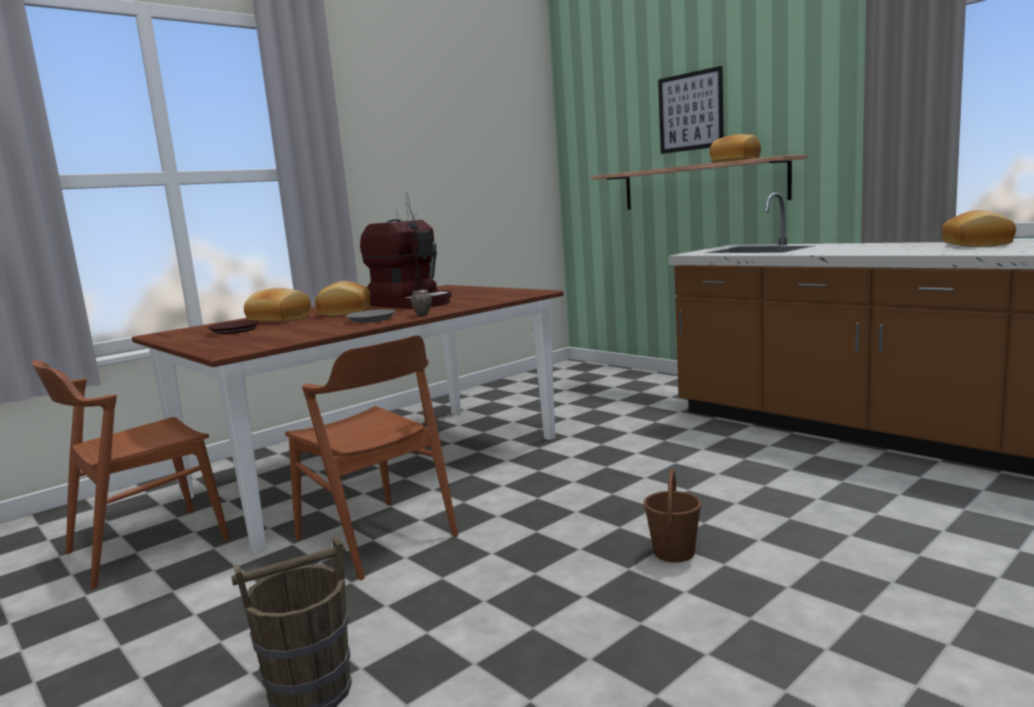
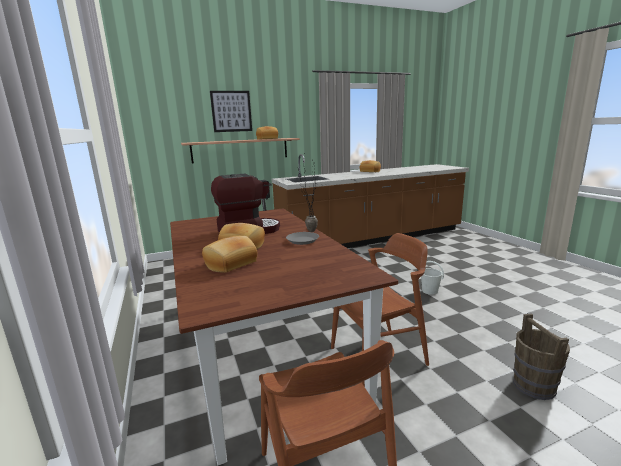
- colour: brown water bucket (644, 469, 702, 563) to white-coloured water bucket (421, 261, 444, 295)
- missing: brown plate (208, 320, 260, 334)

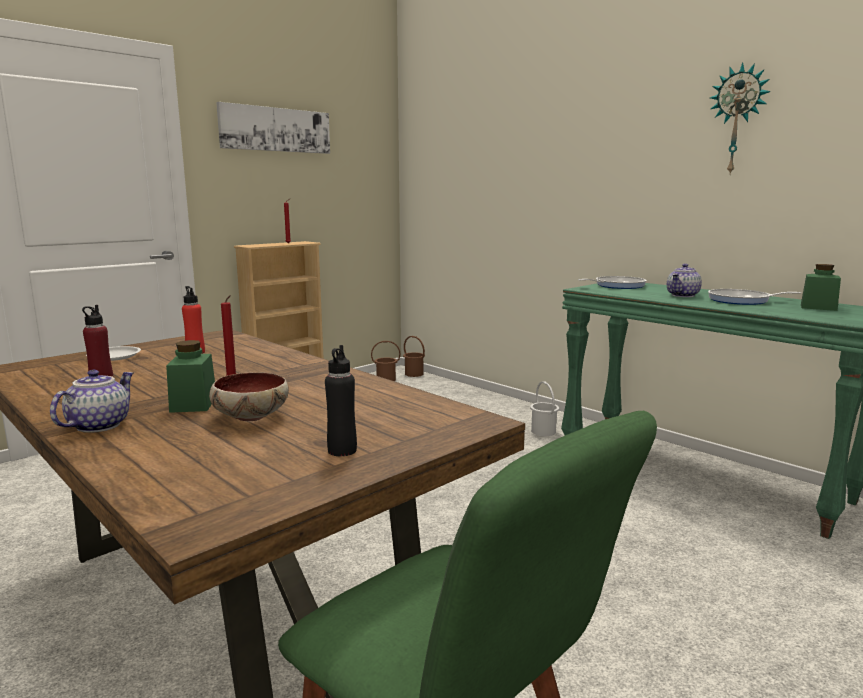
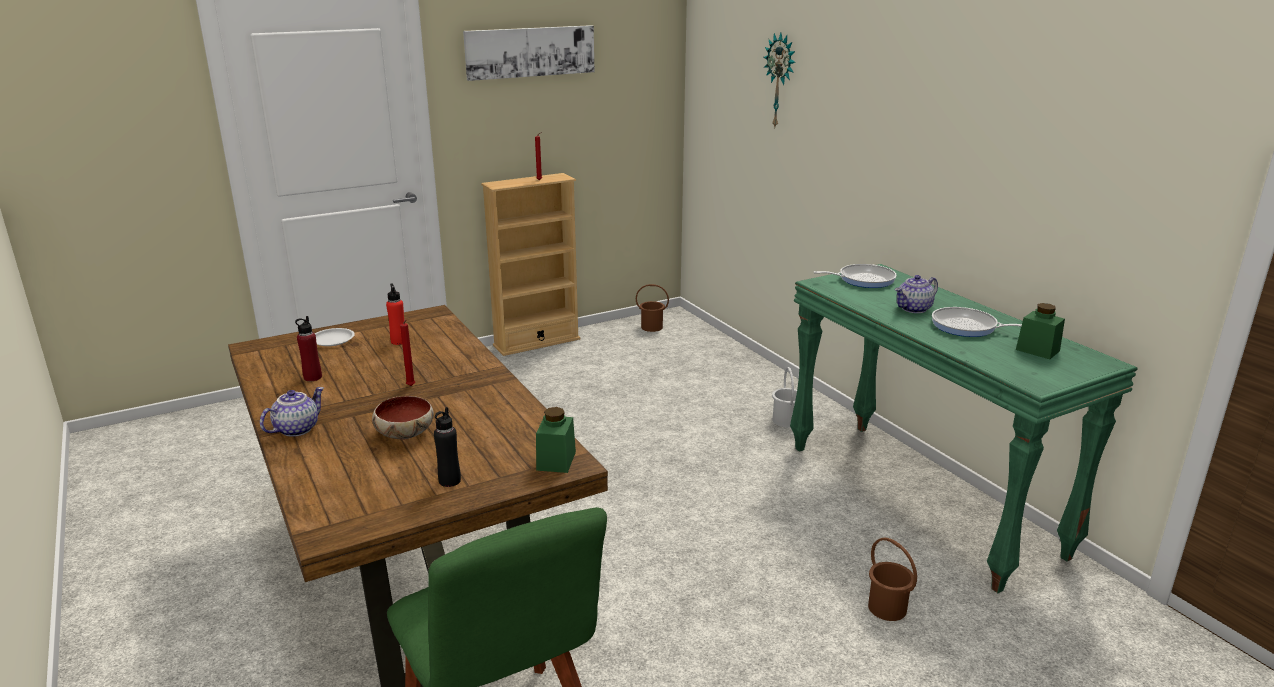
- relocated: green-coloured storage jar (166, 340, 215, 413) to (536, 407, 576, 473)
- relocated: clock on the wall (710, 63, 771, 174) to (764, 33, 796, 127)
- relocated: brown water bucket (403, 336, 425, 377) to (868, 538, 917, 621)

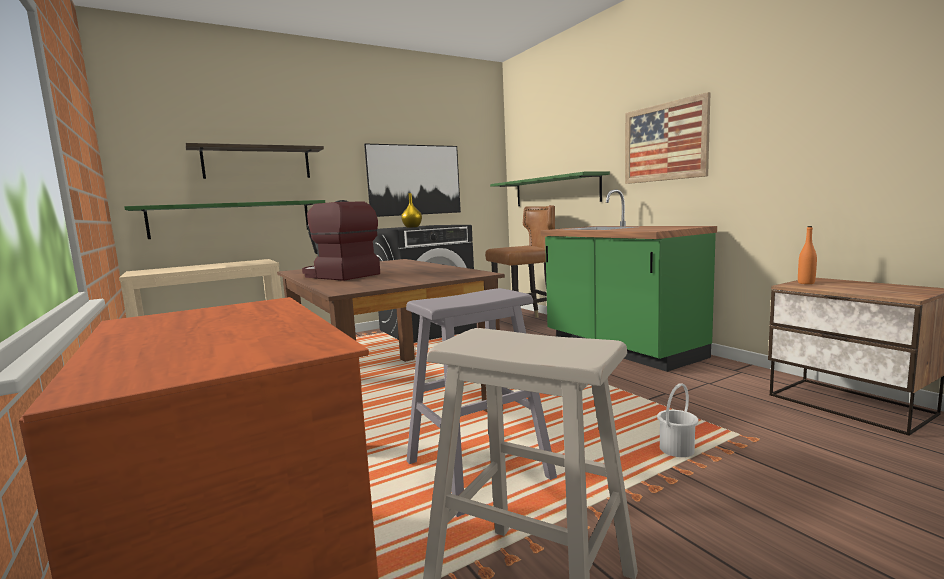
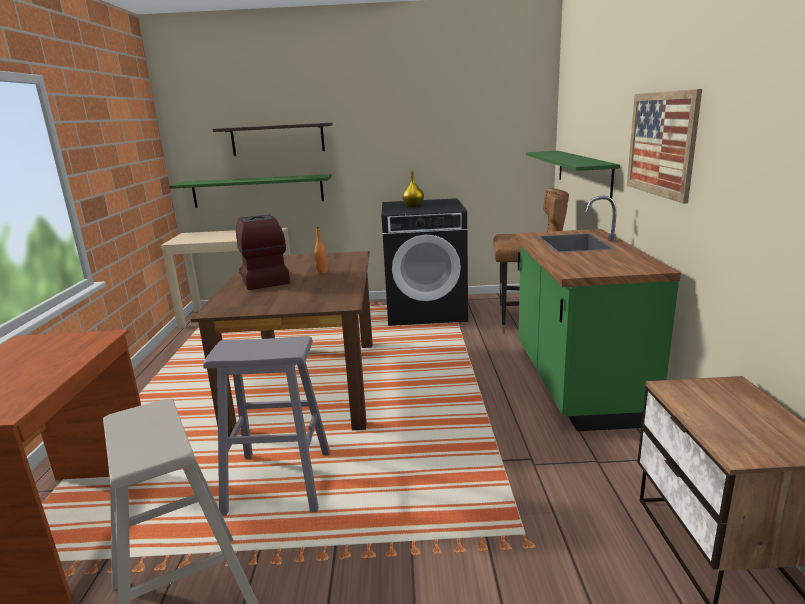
- relocated: orange beverage bottle (798, 226, 817, 284) to (314, 227, 328, 274)
- missing: wall art (364, 144, 461, 217)
- missing: white-coloured water bucket (657, 384, 698, 457)

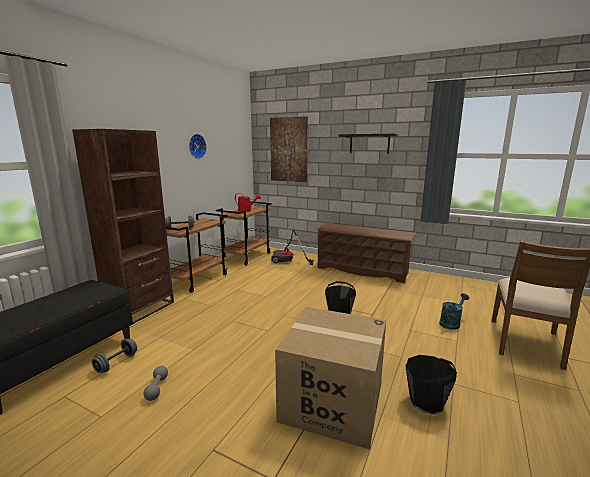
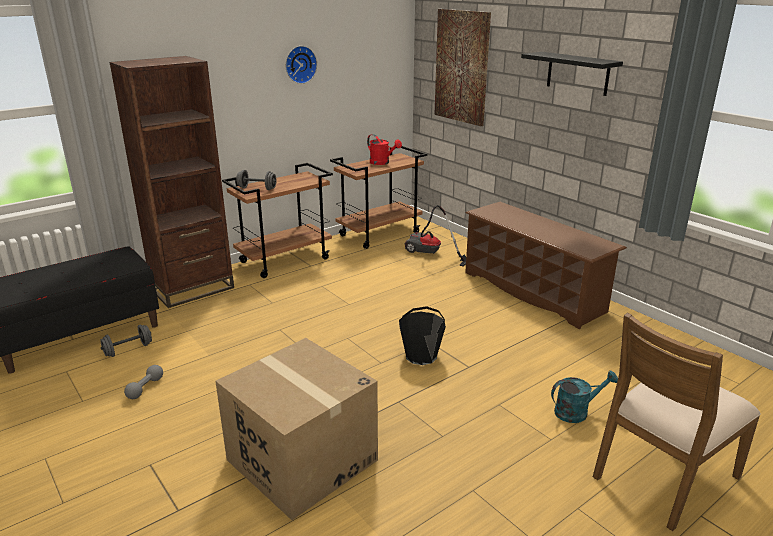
- missing: blackish water bucket (405, 355, 457, 415)

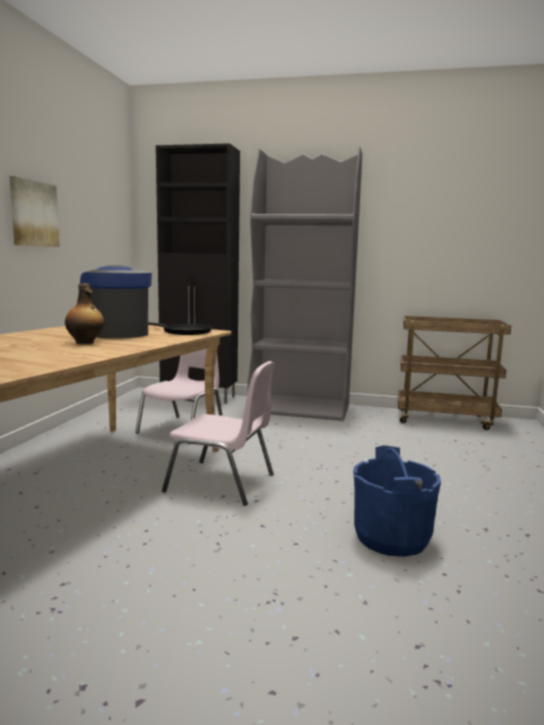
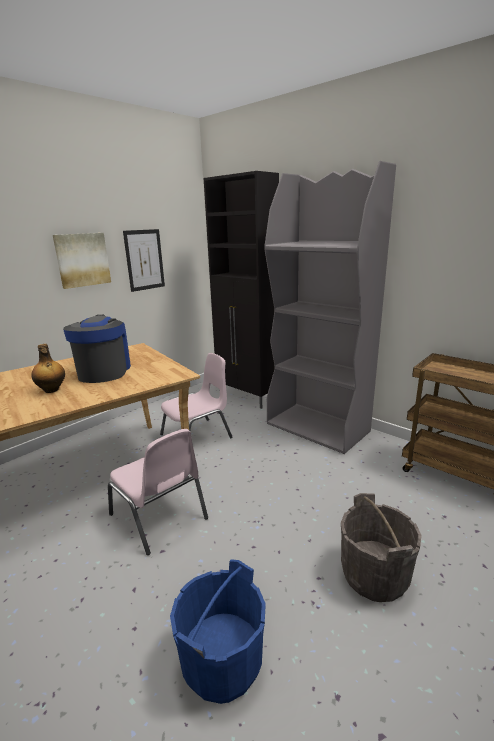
- appeared: wall art (123, 229, 165, 292)
- appeared: gray water bucket (341, 493, 422, 602)
- missing: blackish pan (148, 322, 212, 335)

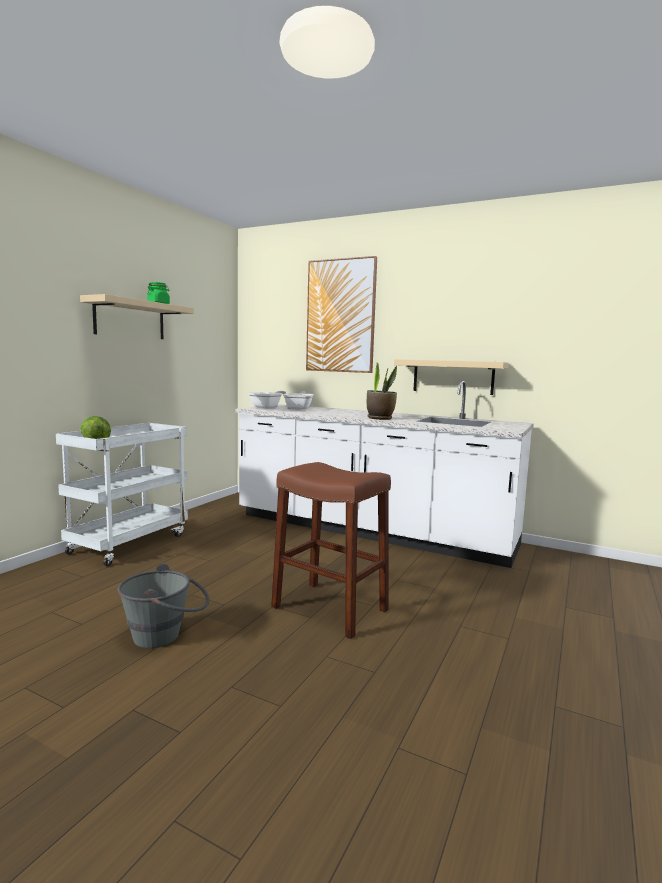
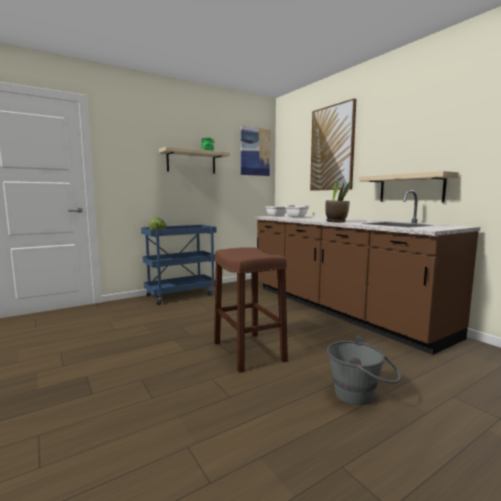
- colour: white-coloured wheeled cart (56, 423, 188, 566) to bluish wheeled cart (141, 225, 217, 305)
- appeared: wall art (241, 126, 271, 176)
- colour: white-coloured kitchen counter (235, 380, 534, 568) to brown kitchen counter (254, 190, 480, 355)
- relocated: gray water bucket (118, 563, 209, 648) to (327, 336, 401, 405)

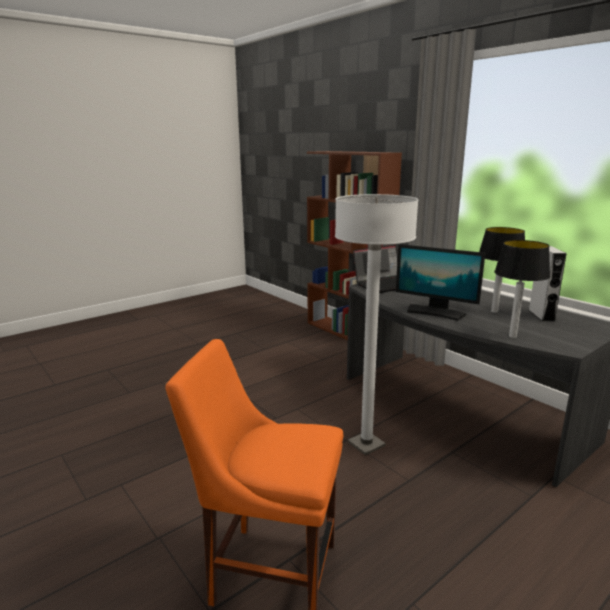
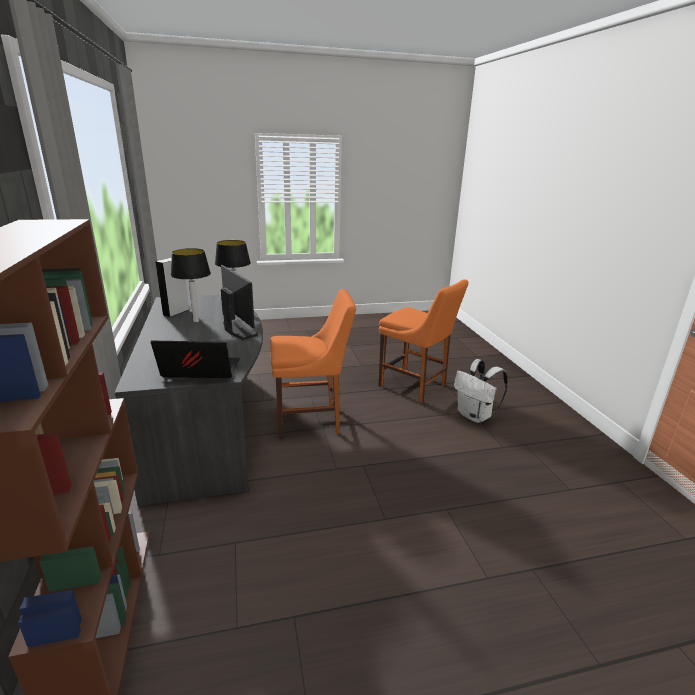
- exchanged: white-coloured standing lamp (335, 194, 419, 455) to orange chair (270, 289, 356, 439)
- appeared: white-coloured knapsack (454, 359, 508, 423)

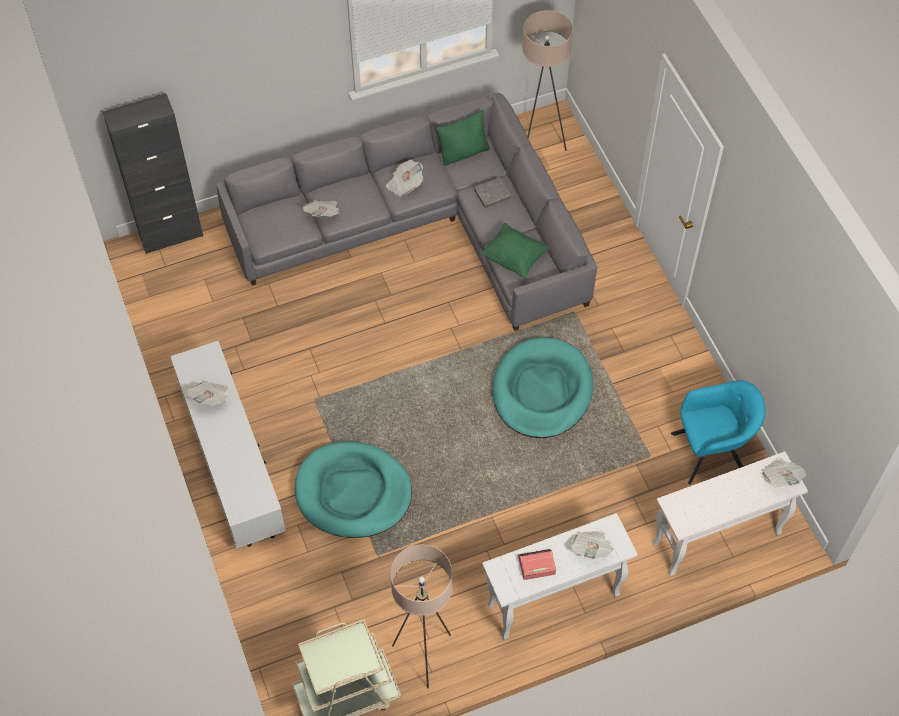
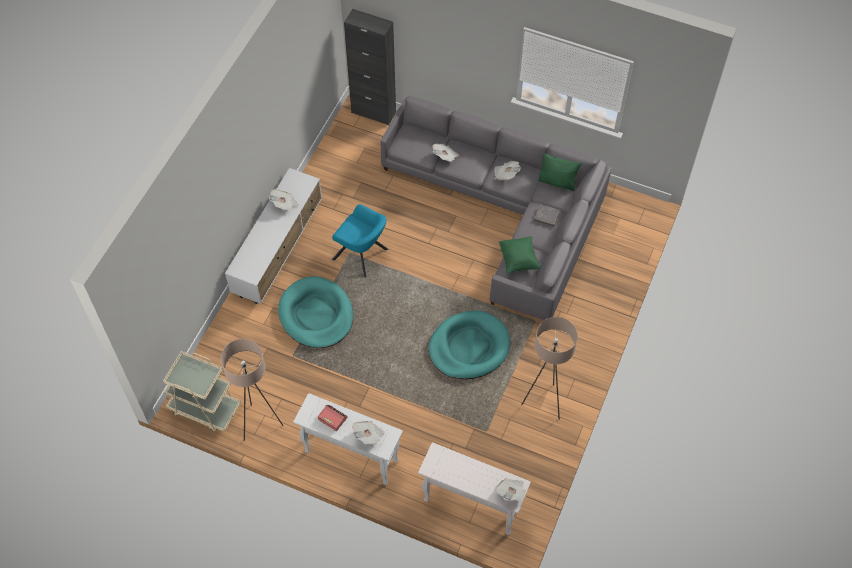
- relocated: turquoise-coloured easy chair (671, 380, 765, 484) to (332, 204, 388, 278)
- relocated: beige standing lamp (522, 10, 573, 151) to (521, 317, 578, 420)

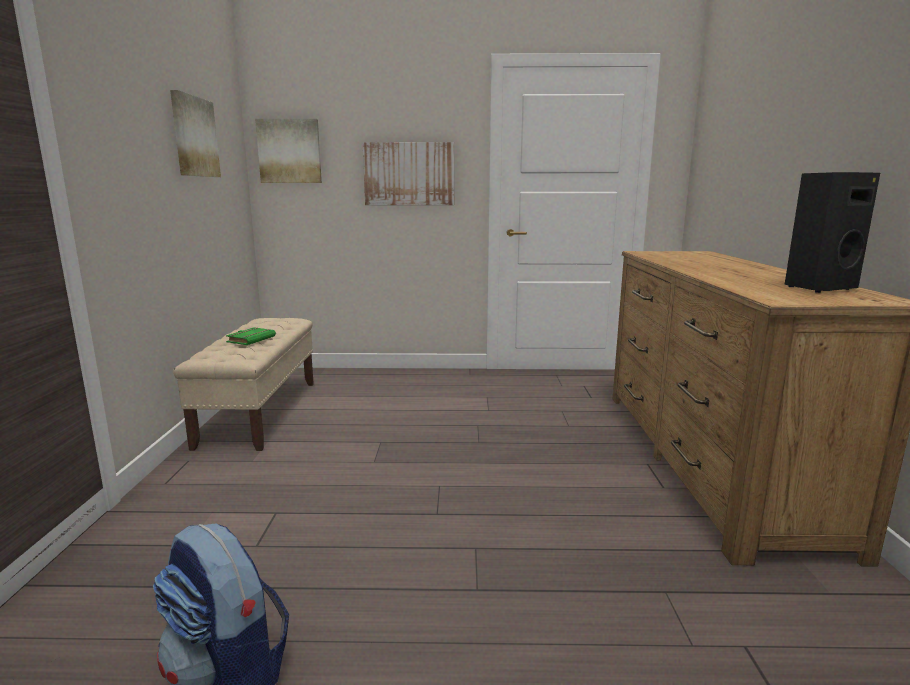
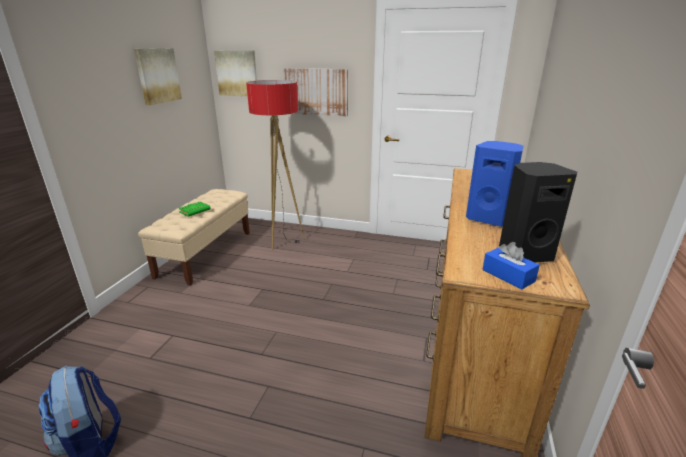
- appeared: standing lamp (246, 80, 305, 250)
- appeared: bluish speaker (466, 141, 523, 227)
- appeared: bluish box of tissues (483, 242, 540, 290)

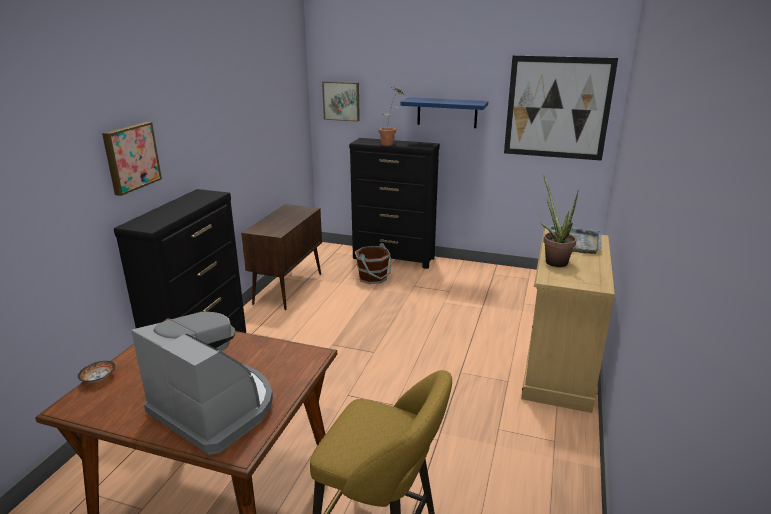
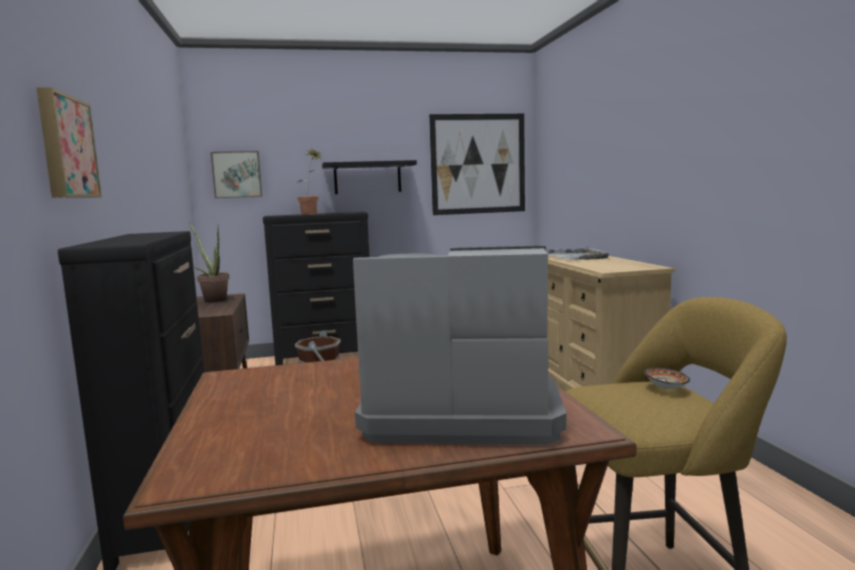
- relocated: plant in a pot (540, 175, 579, 267) to (189, 223, 229, 302)
- colour: bluish wall shelf (401, 97, 488, 128) to blackish wall shelf (322, 160, 417, 194)
- relocated: serving bowl (78, 361, 115, 383) to (644, 367, 690, 390)

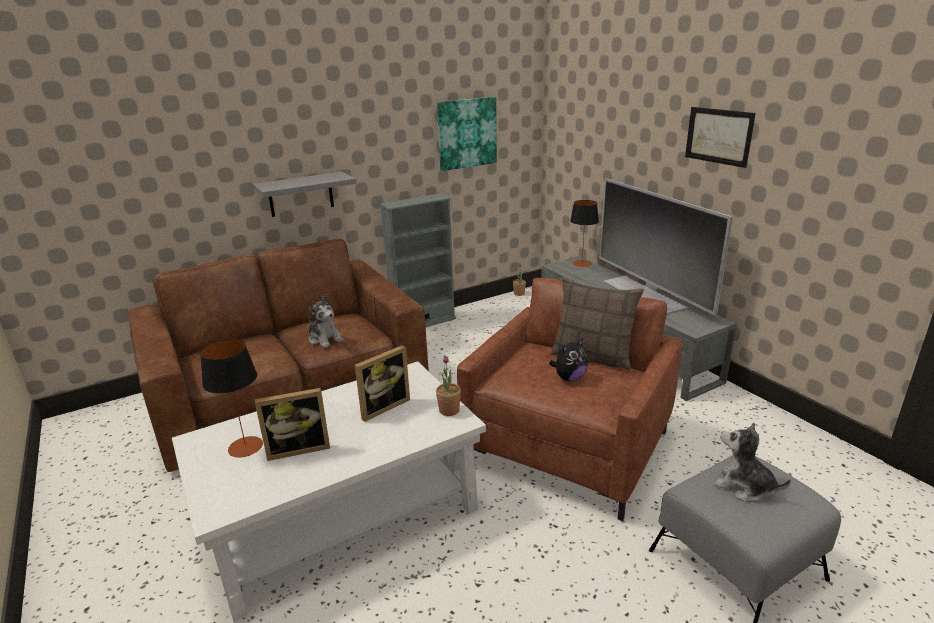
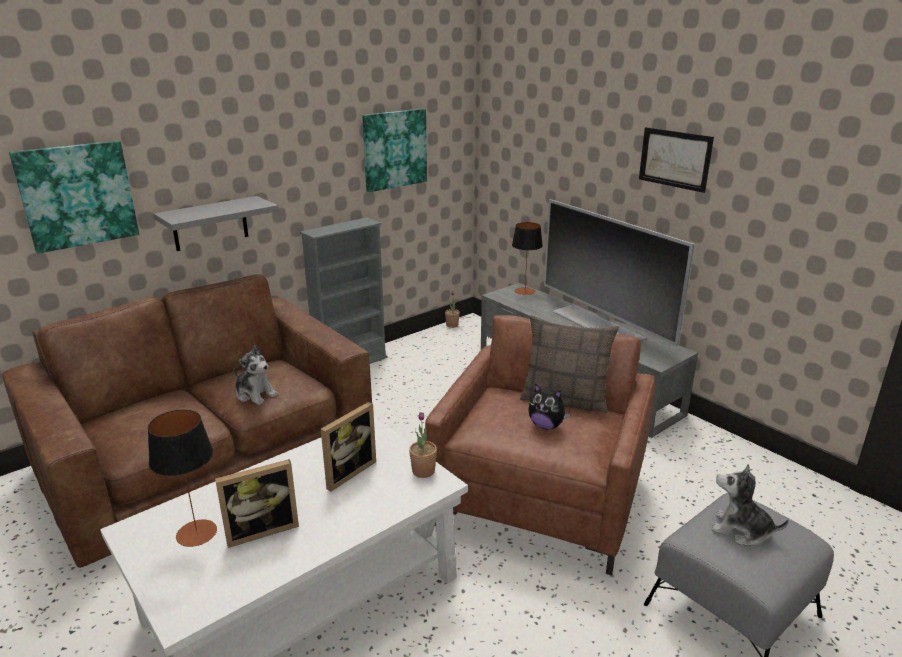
- appeared: wall art (9, 141, 139, 254)
- spun: cuddly toy (549, 338, 588, 381) = (528, 384, 571, 429) 75 degrees clockwise

